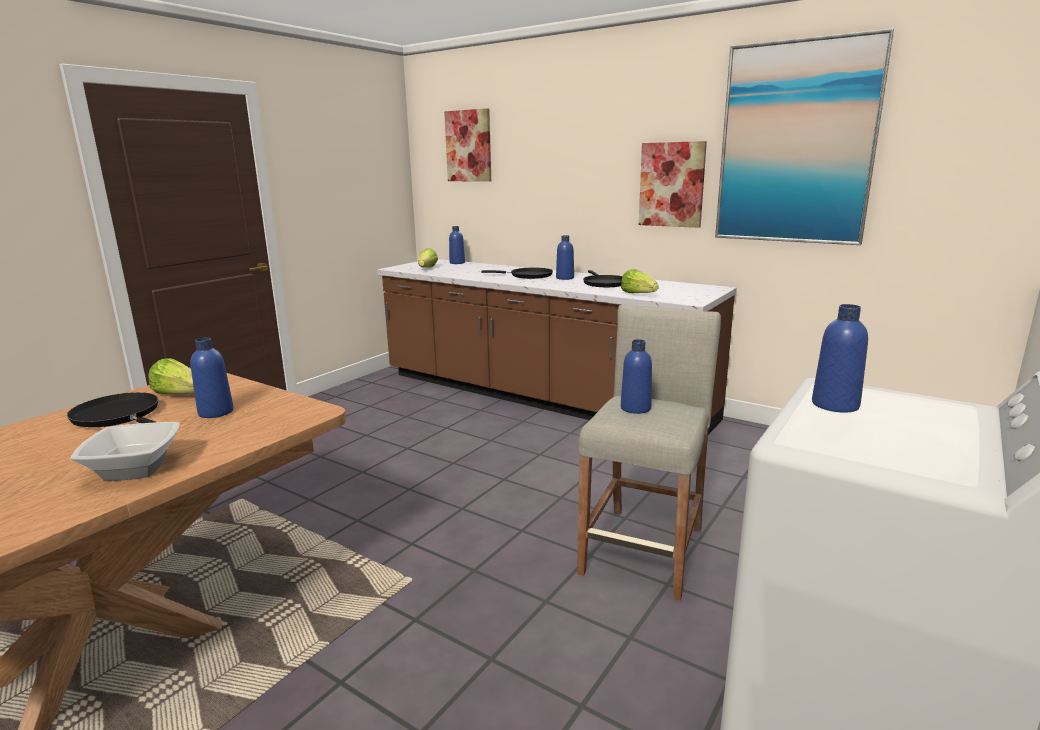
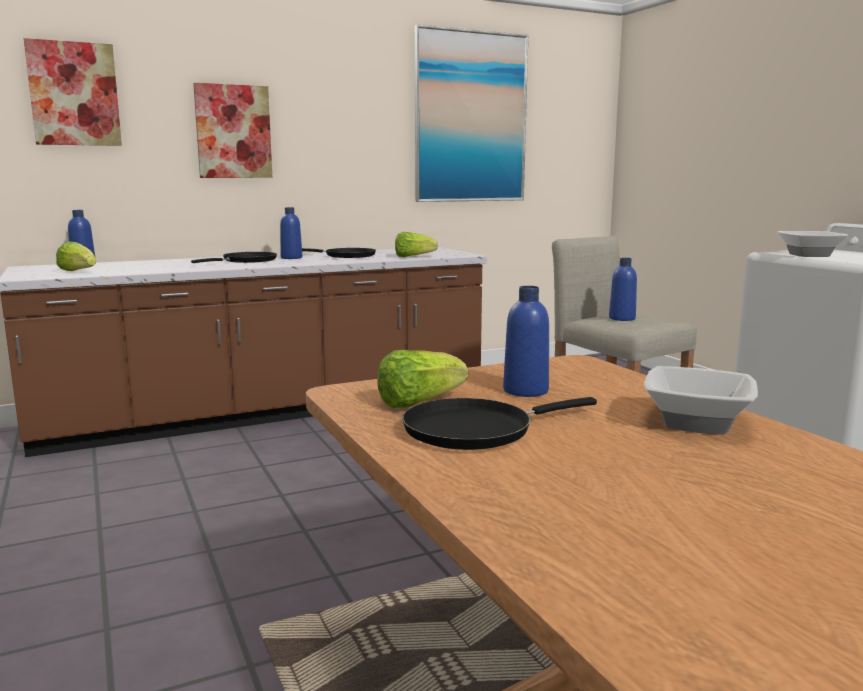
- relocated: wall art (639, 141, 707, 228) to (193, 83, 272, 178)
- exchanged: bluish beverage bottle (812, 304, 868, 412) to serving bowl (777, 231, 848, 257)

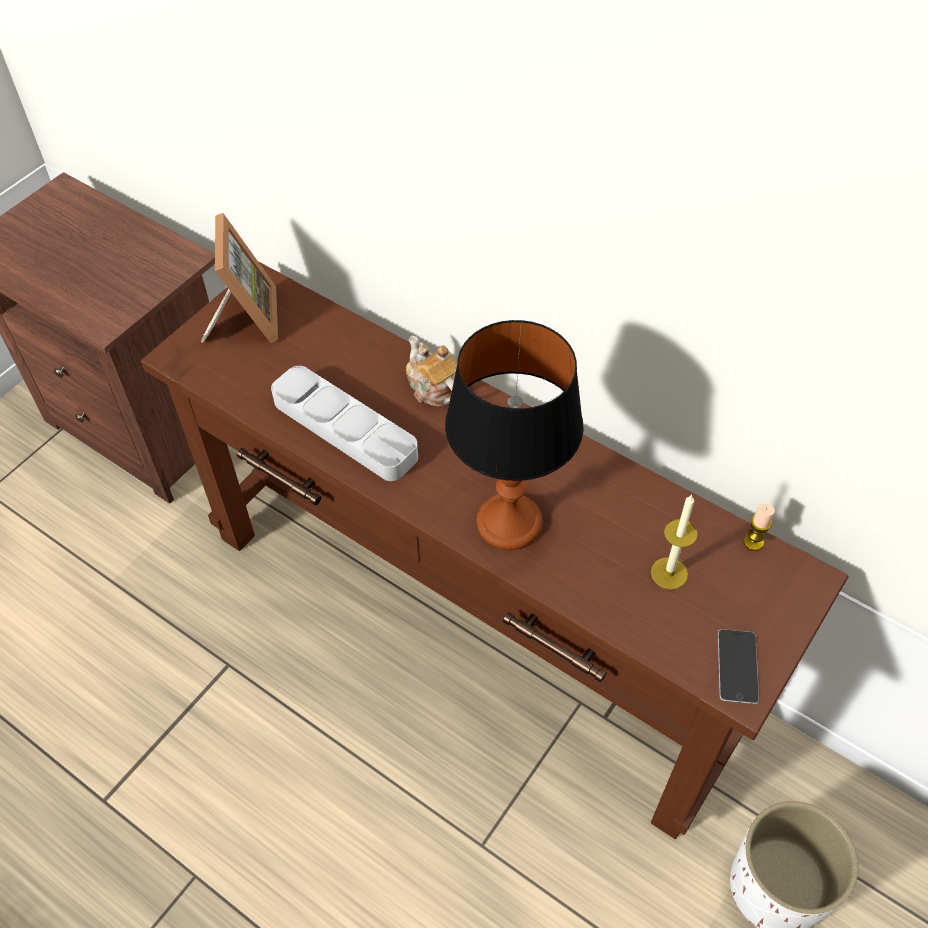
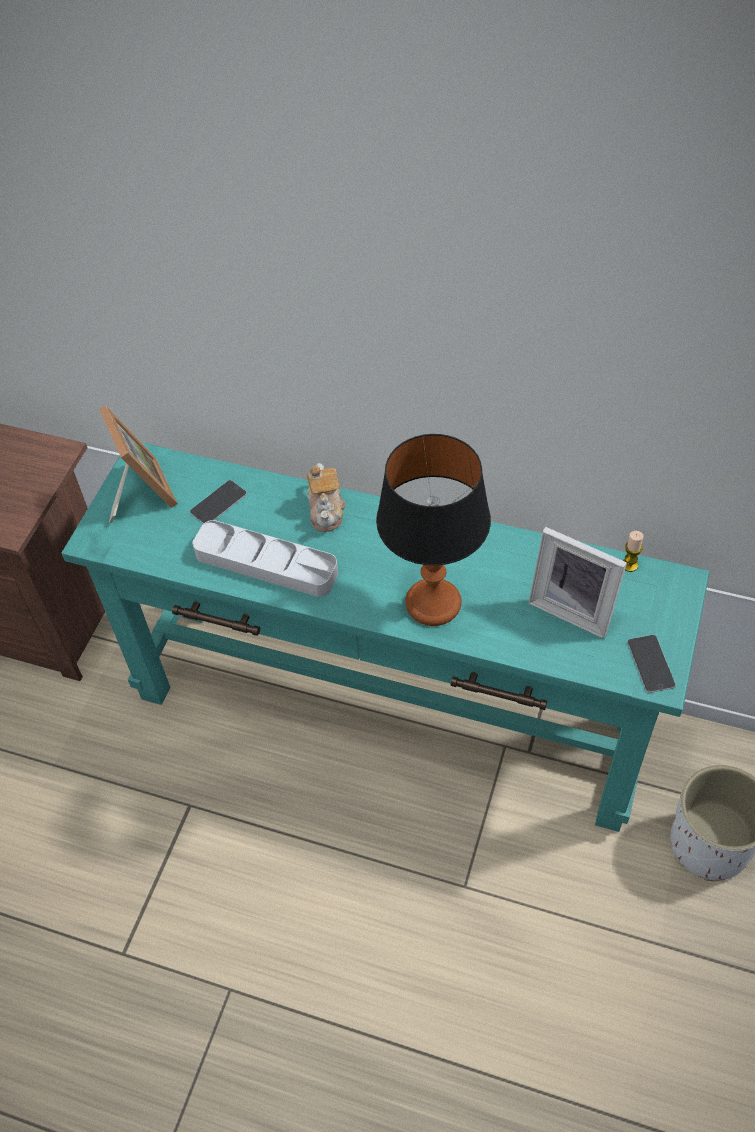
- colour: brown hall table (141, 262, 848, 839) to turquoise-coloured hall table (62, 442, 710, 832)
- appeared: phone (189, 480, 247, 524)
- spun: tea pot (406, 336, 457, 407) = (307, 463, 345, 532) 135 degrees counterclockwise
- exchanged: wax light (651, 494, 698, 590) to standing frame (528, 527, 627, 639)

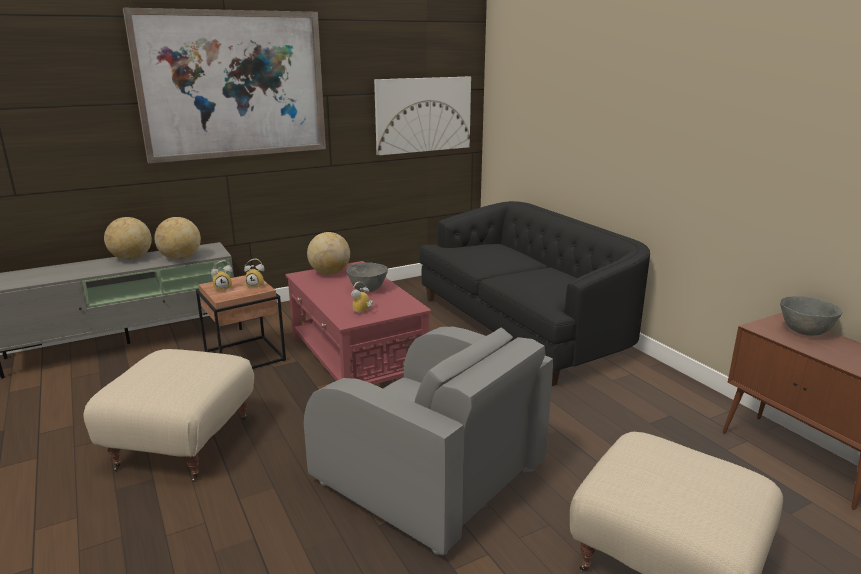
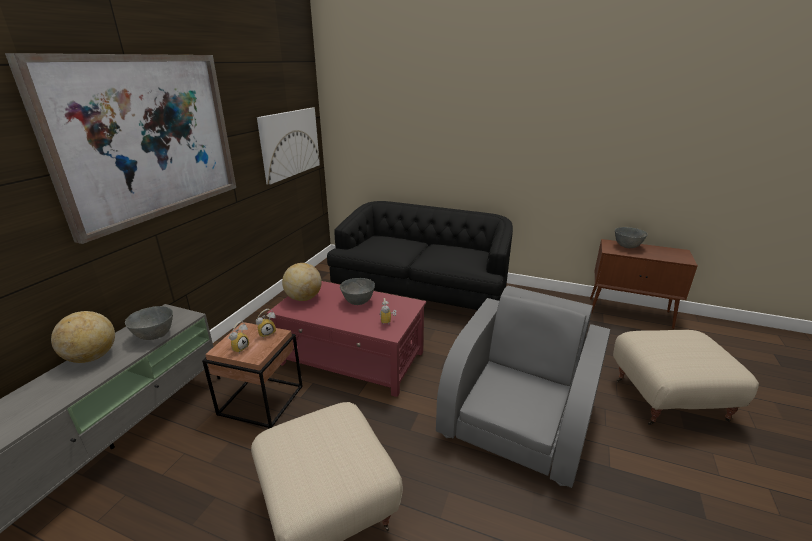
- exchanged: world globe (154, 217, 201, 260) to gray serving bowl (125, 306, 173, 340)
- spun: gray easy chair (304, 327, 553, 555) = (436, 286, 610, 488) 60 degrees counterclockwise

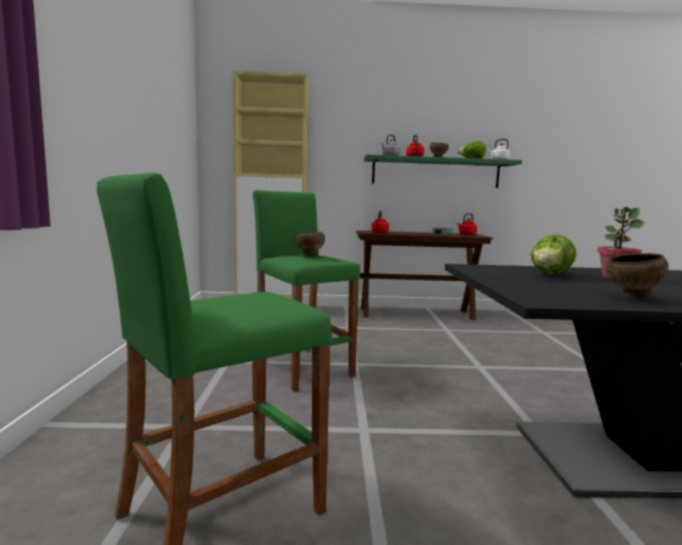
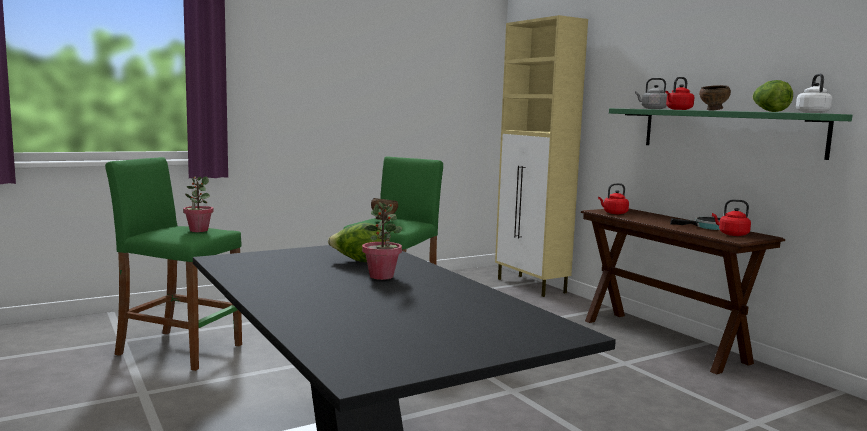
- appeared: plant in a pot (183, 177, 214, 232)
- missing: brown serving bowl (606, 253, 668, 299)

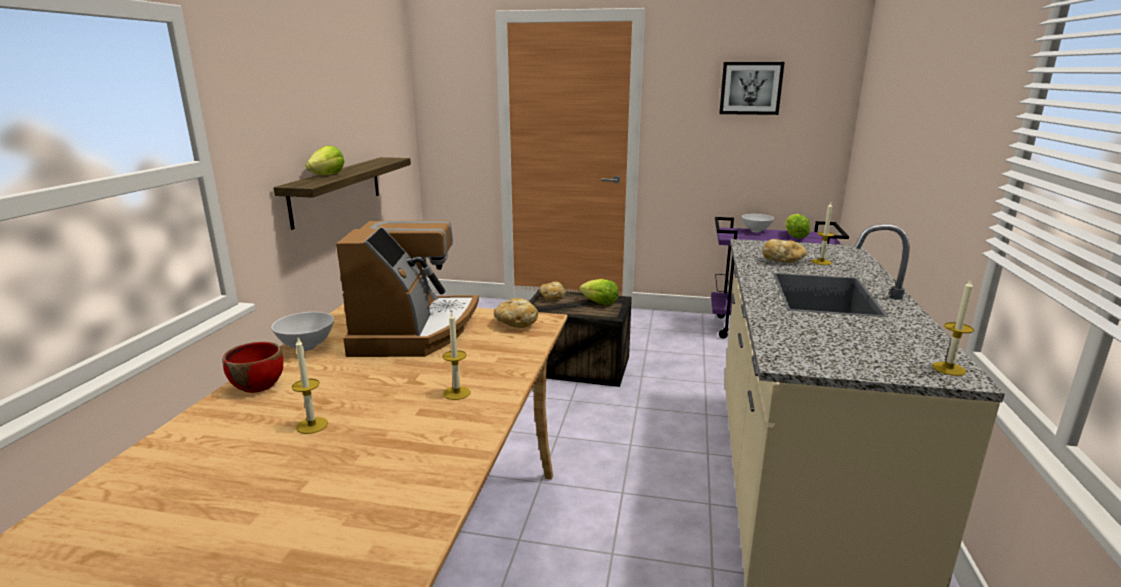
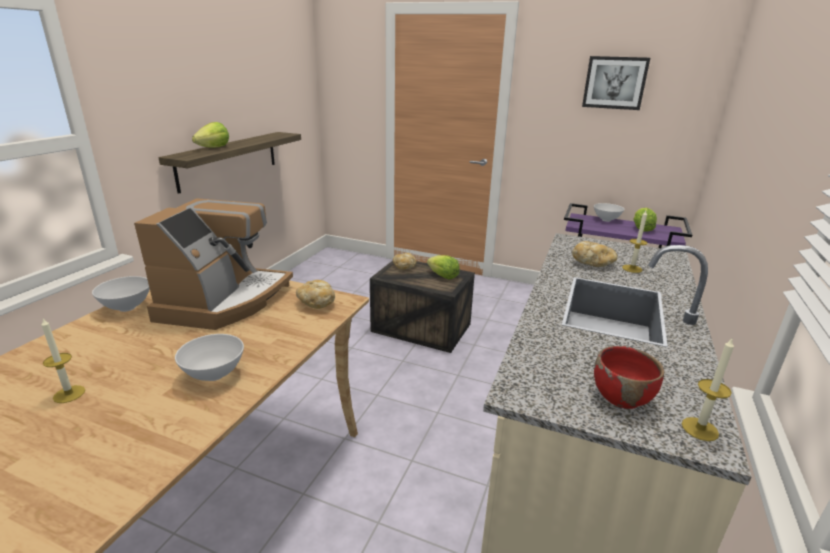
- exchanged: wax light (442, 311, 471, 400) to white-coloured serving bowl (175, 334, 244, 381)
- relocated: red-coloured serving bowl (222, 342, 283, 393) to (594, 346, 664, 409)

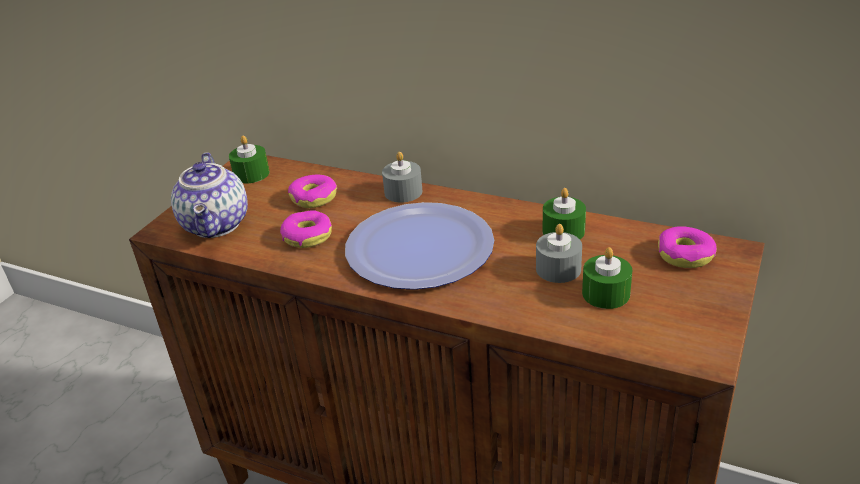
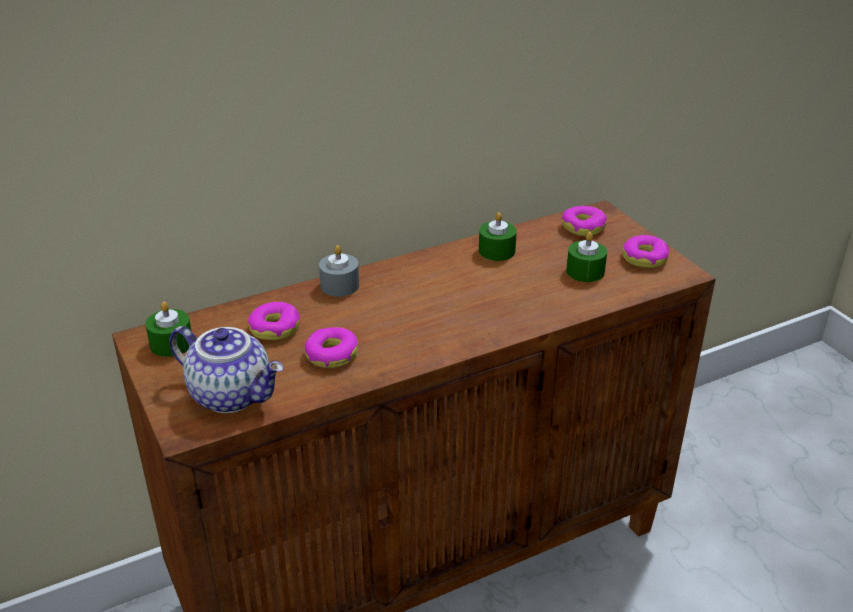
- appeared: doughnut (623, 235, 670, 268)
- missing: plate (345, 202, 494, 290)
- missing: gray wax light (536, 224, 582, 283)

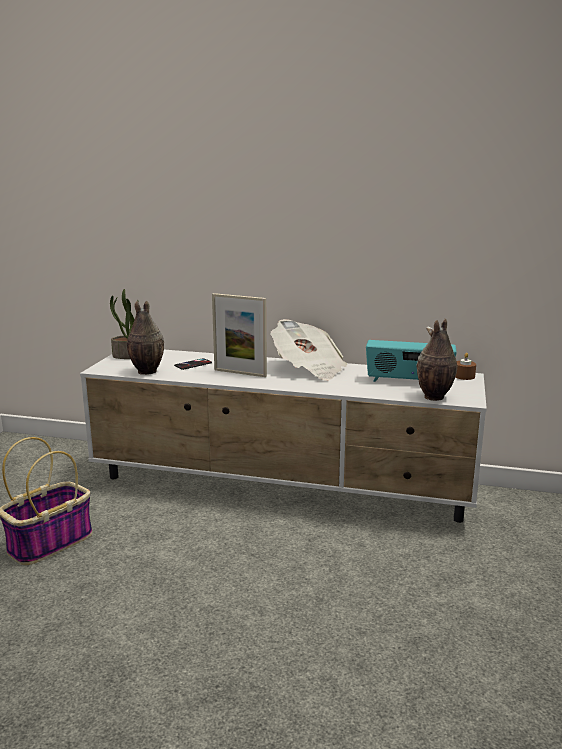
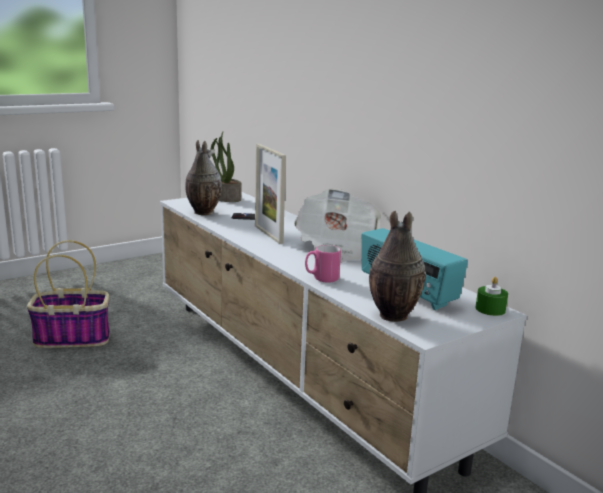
- appeared: pink-coloured mug (305, 245, 341, 283)
- colour: brown wax light (455, 353, 476, 380) to green-coloured wax light (475, 277, 508, 316)

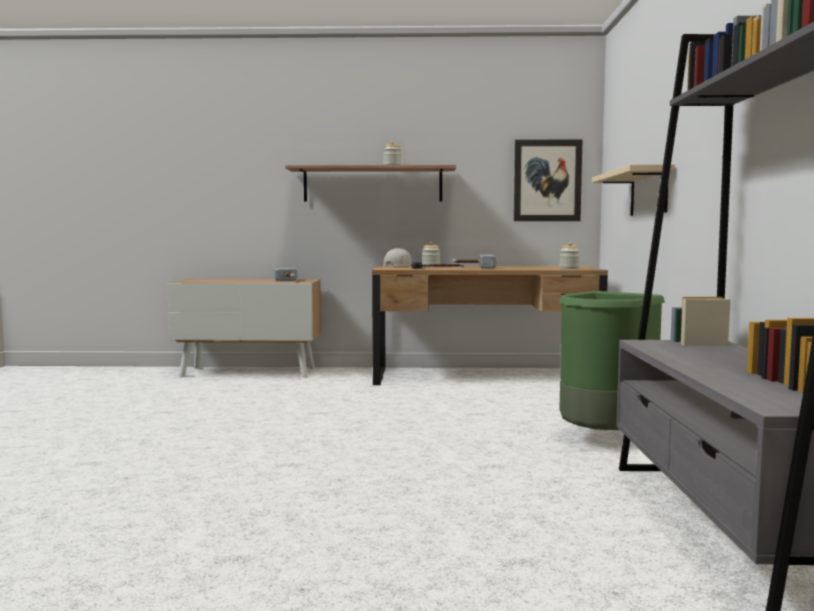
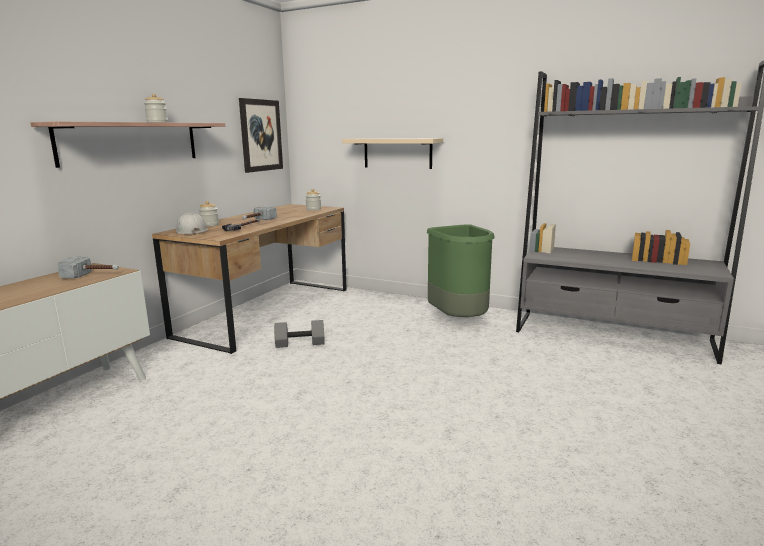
- appeared: gray free weight (274, 320, 325, 348)

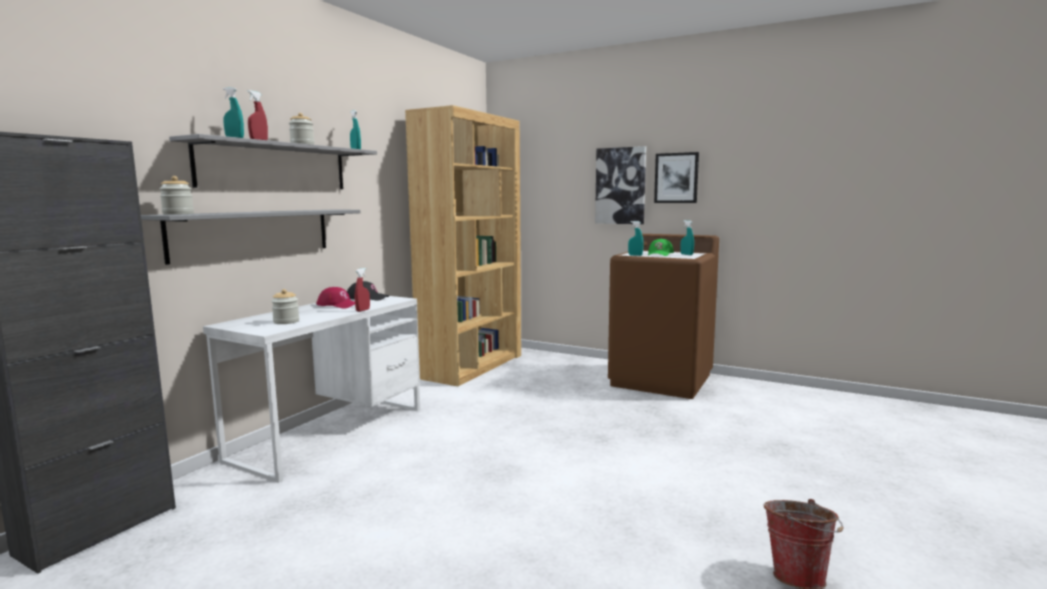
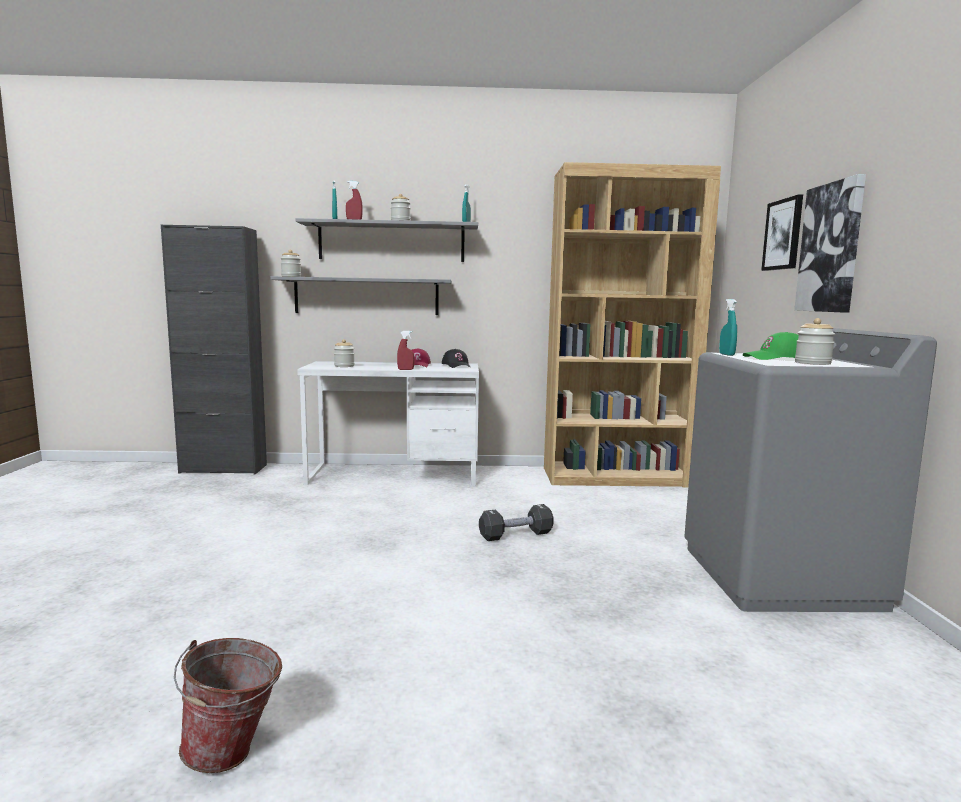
- appeared: blackish free weight (479, 504, 554, 541)
- colour: brown washing machine (608, 234, 719, 399) to gray washing machine (684, 328, 937, 612)
- relocated: wall art (654, 152, 699, 203) to (761, 195, 803, 271)
- exchanged: turquoise-coloured spray bottle (680, 220, 694, 255) to storage jar (795, 318, 835, 365)

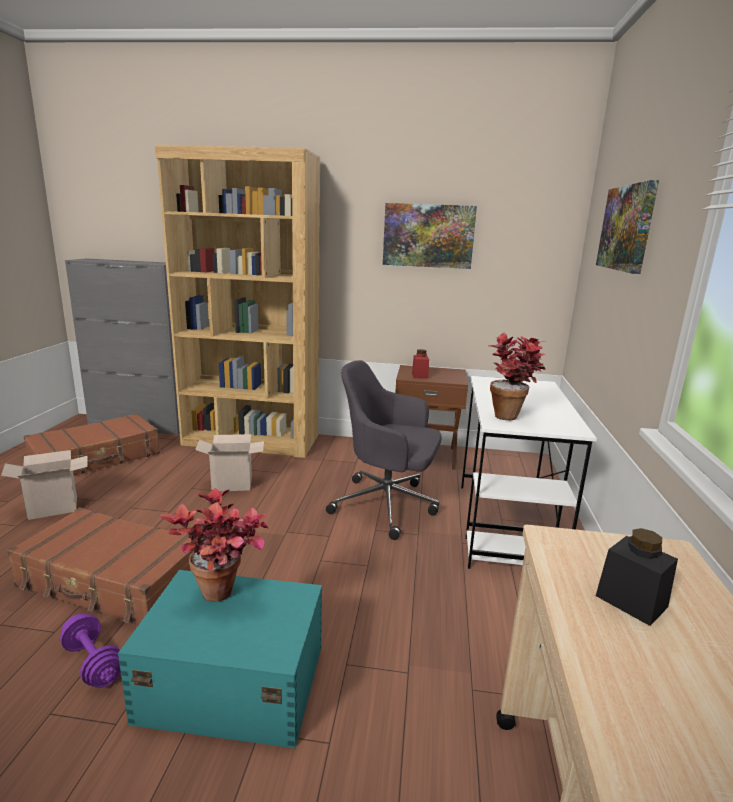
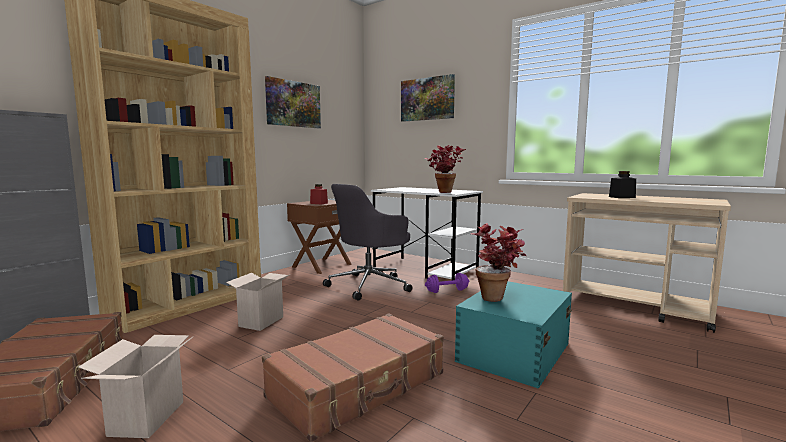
- relocated: purple-coloured free weight (60, 613, 121, 688) to (425, 273, 469, 293)

